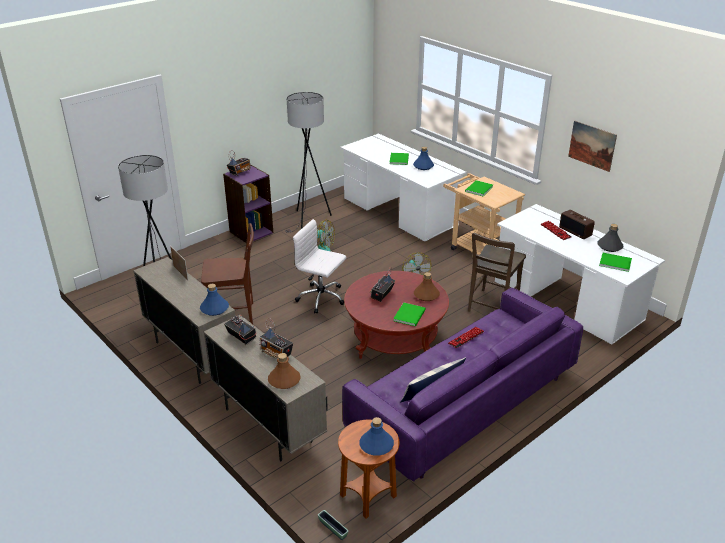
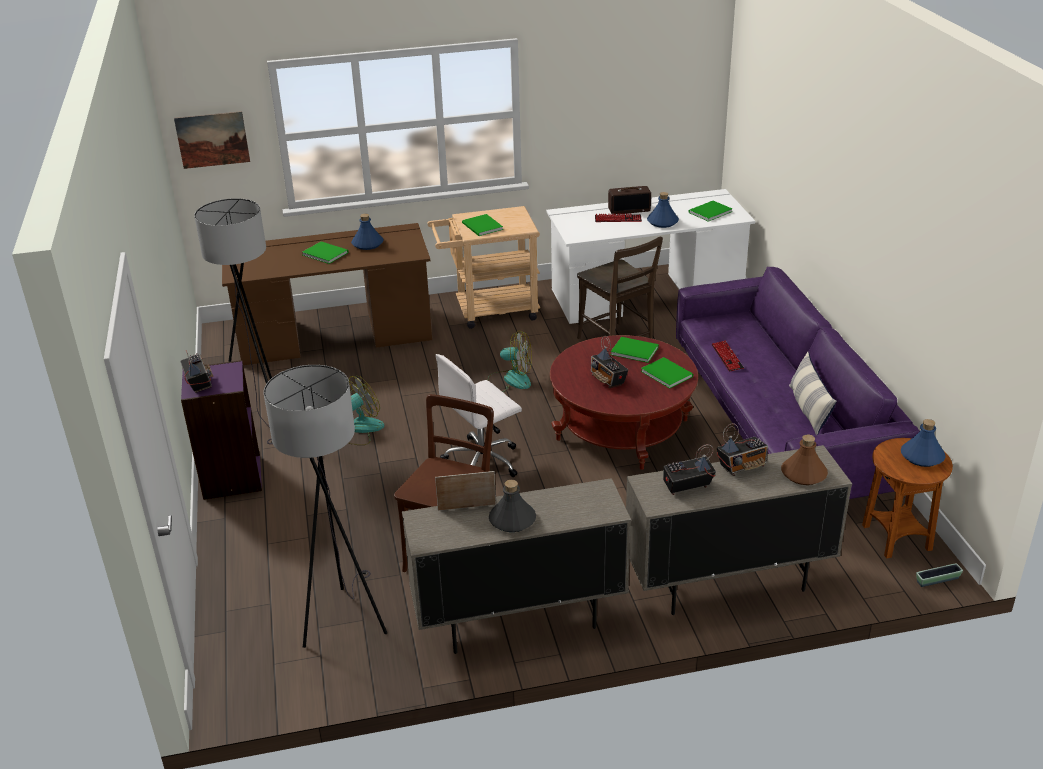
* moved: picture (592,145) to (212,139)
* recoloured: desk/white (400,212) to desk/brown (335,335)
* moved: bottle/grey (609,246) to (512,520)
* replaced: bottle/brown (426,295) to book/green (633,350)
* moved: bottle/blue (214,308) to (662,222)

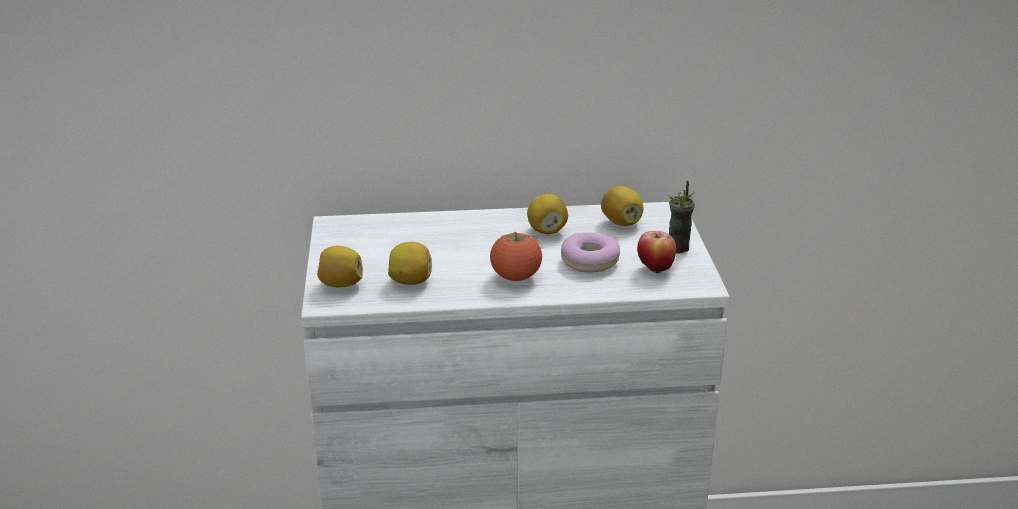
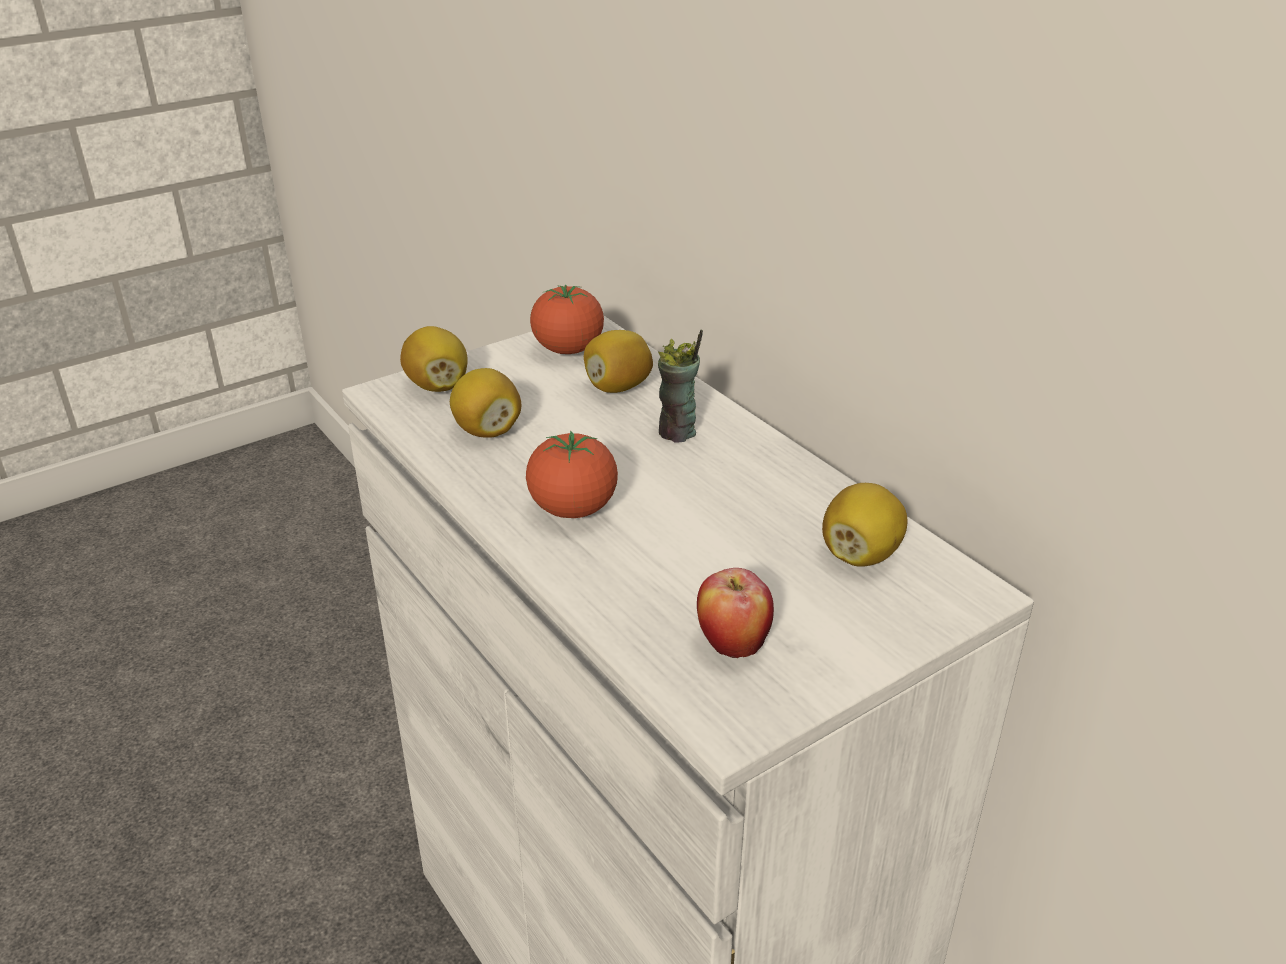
* moved: cup (678,248) to (677,433)
* moved: lemon (546,230) to (617,387)
* removed: donut (590,261)
* added: tomato (568,350)

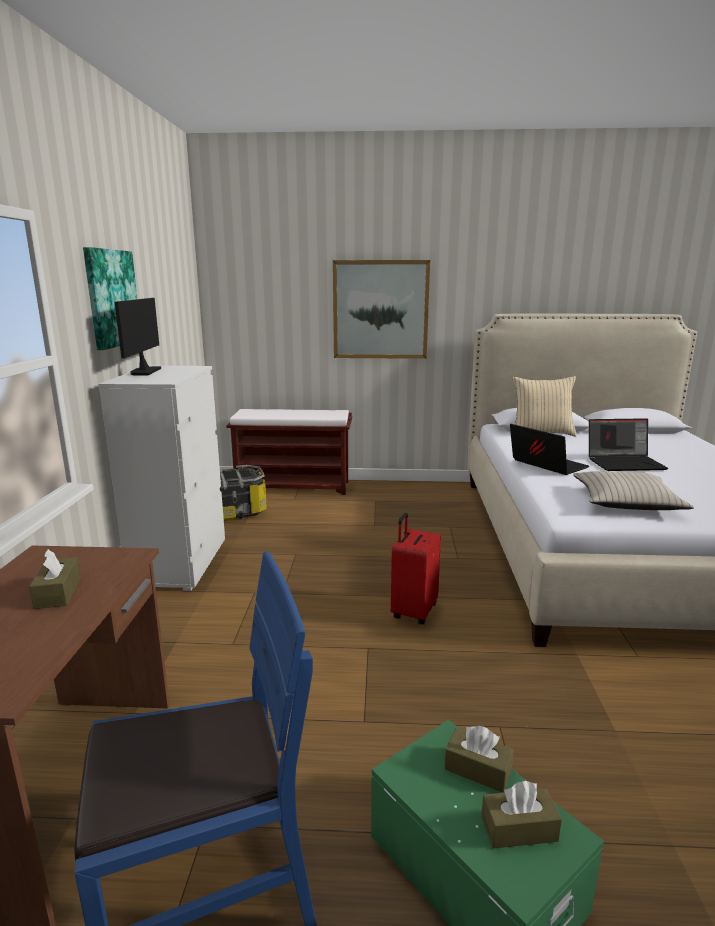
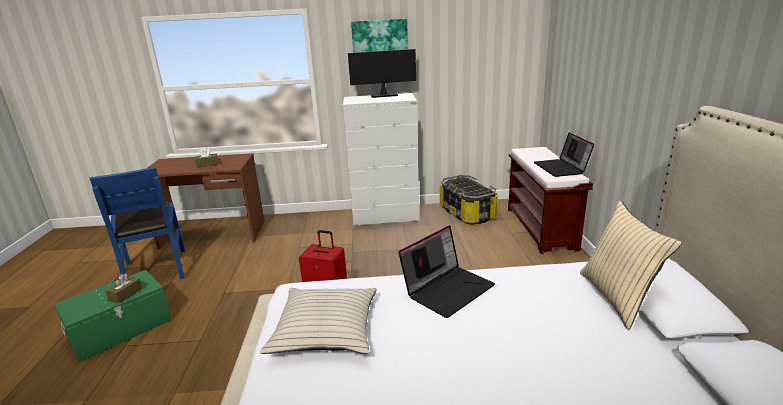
* removed: picture (380,310)
* moved: laptop (625,463) to (561,168)
* removed: tissue box/brown (519,829)

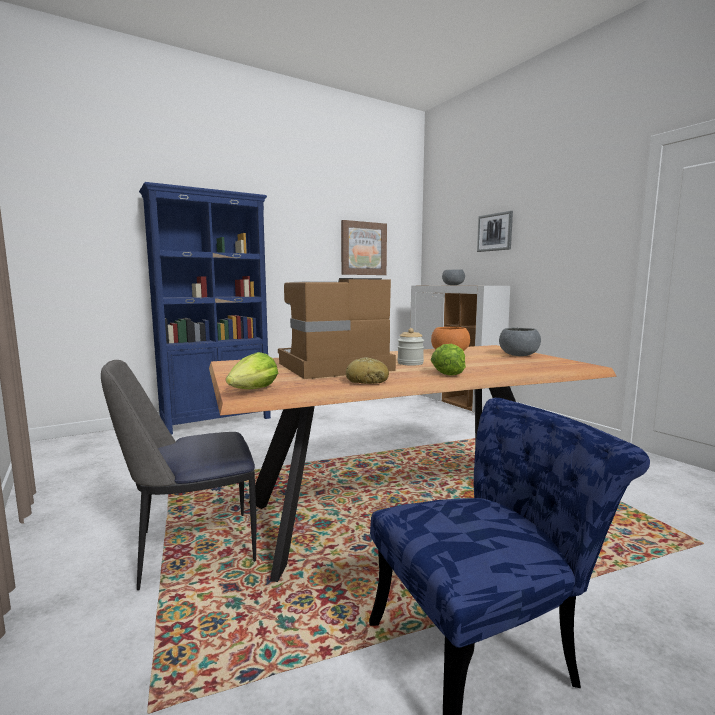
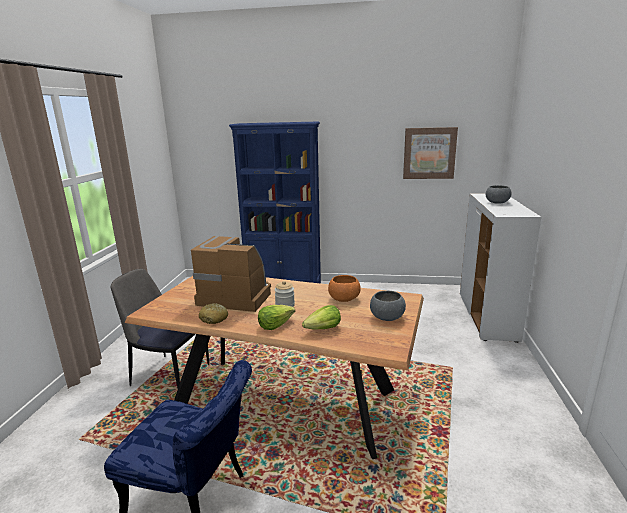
* removed: picture (495,232)
* moved: lettuce (253,391) to (323,329)

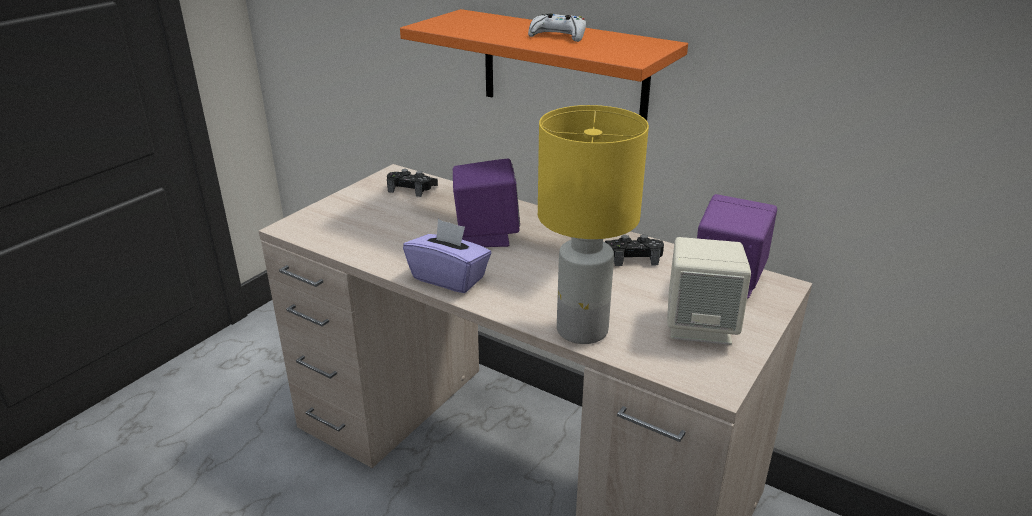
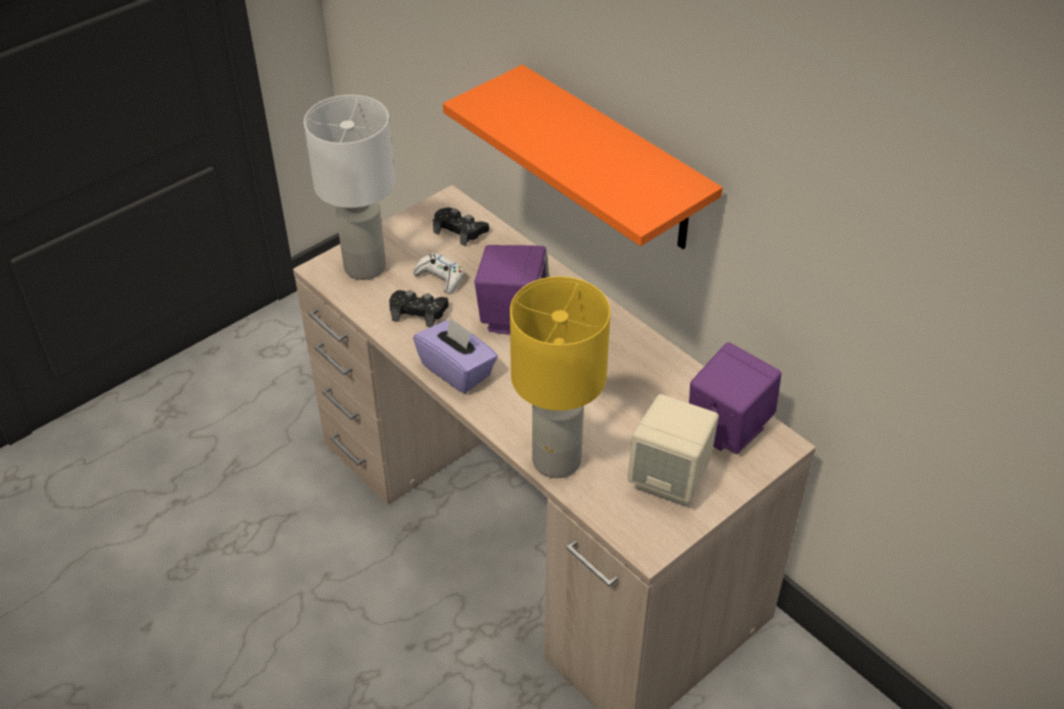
* moved: game controller/white (558,36) to (440,278)
* moved: game controller/black (633,256) to (418,312)
* added: table lamp/white (364,267)

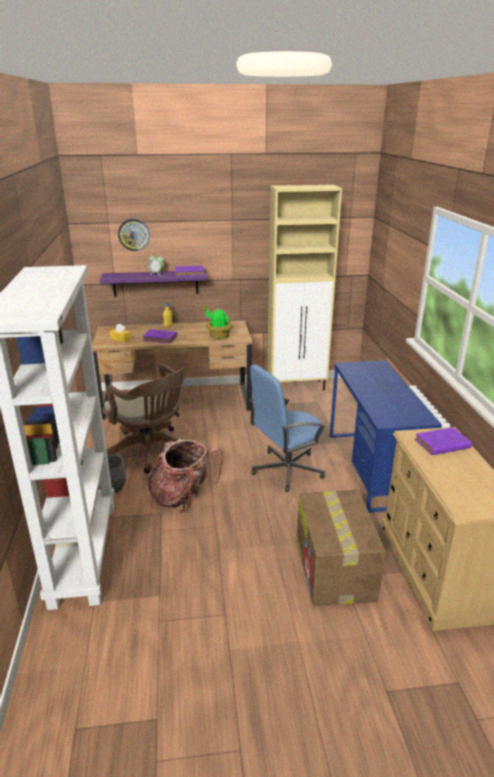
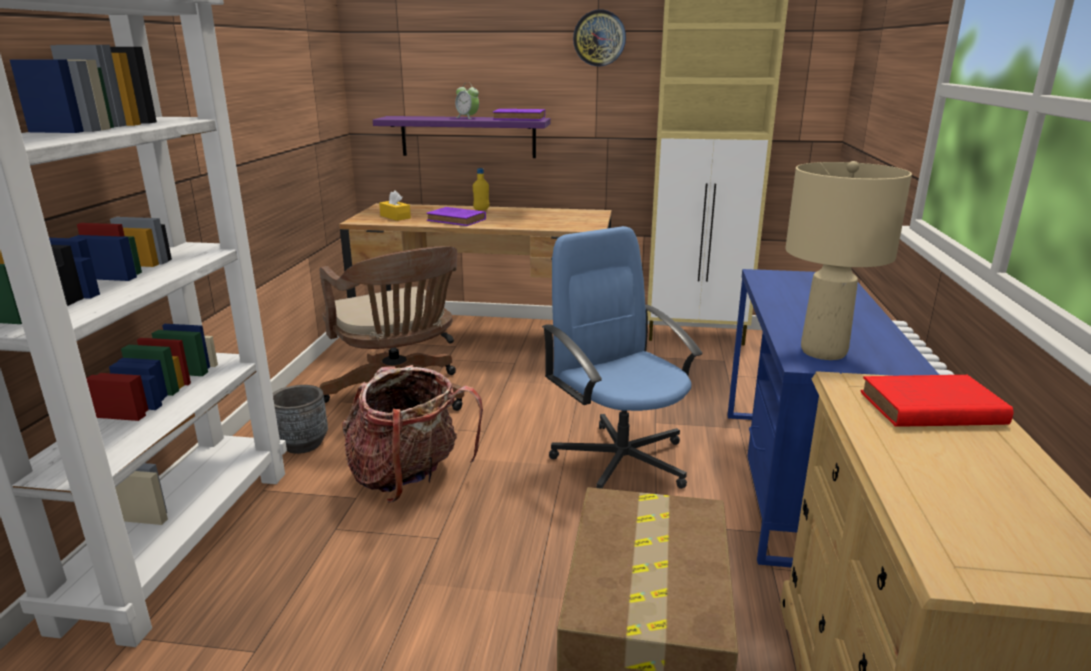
* moved: wall clock (134,234) to (599,38)
* removed: potted plant (218,336)
* turned: office chair/blue (286,470) = (621,460) 75 degrees clockwise
* recoloured: book/purple (441,444) to book/red (927,408)
* added: table lamp/beige (824,352)

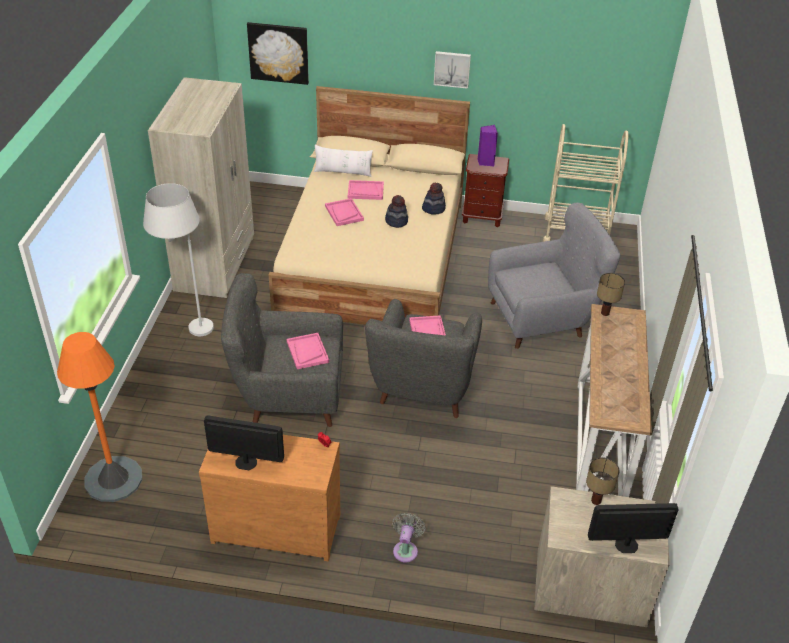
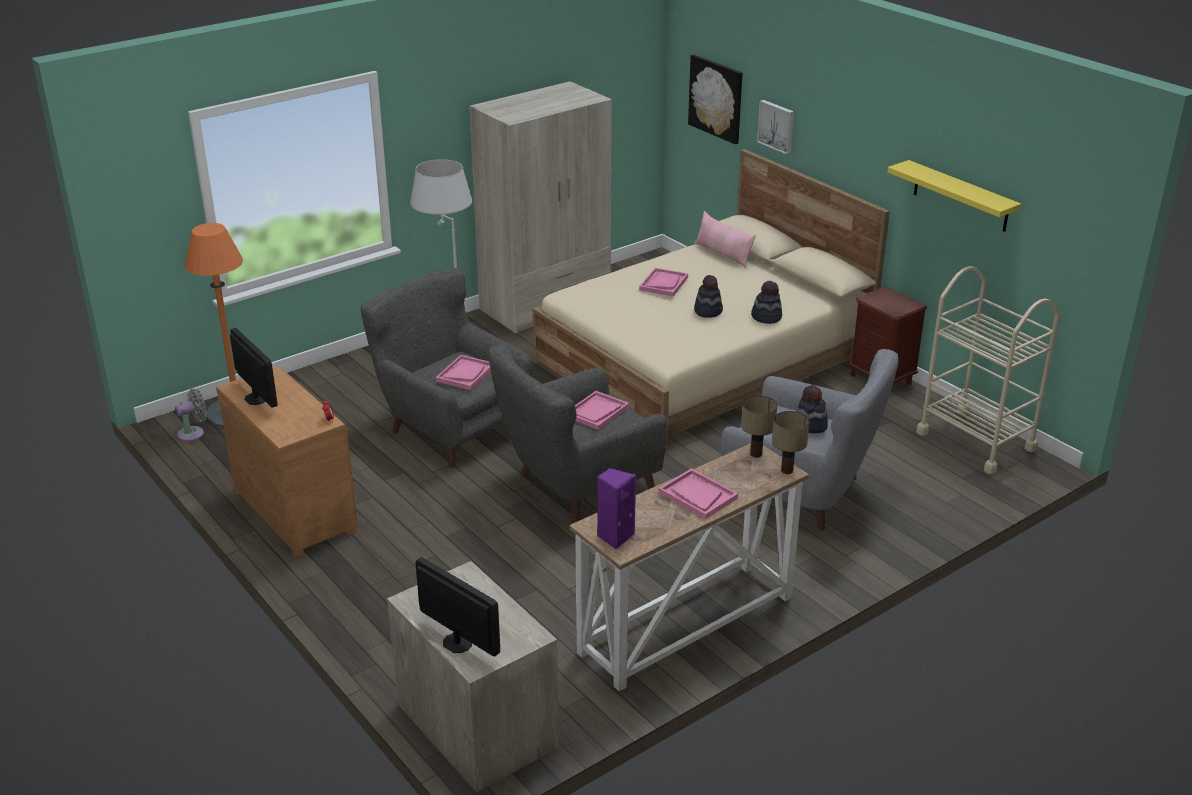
* moved: picture (452,69) to (777,126)
* moved: speaker/purple (485,162) to (615,537)
* recoloured: pillow/white (343,172) to pillow/pink (723,254)
* moved: tray/pink (365,191) to (697,495)
* moved: table lamp (596,500) to (787,470)
* moved: fan/grey (406,549) to (193,433)
* added: shelf/yellow (961,196)
* added: hat (810,425)

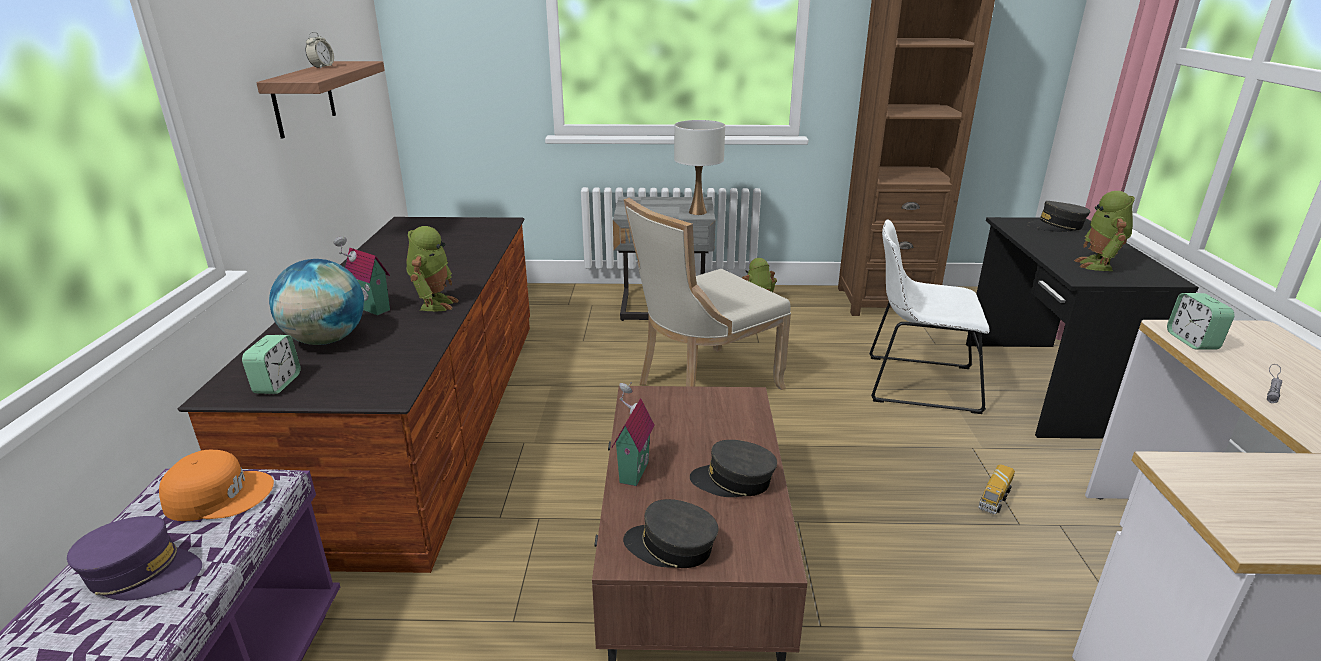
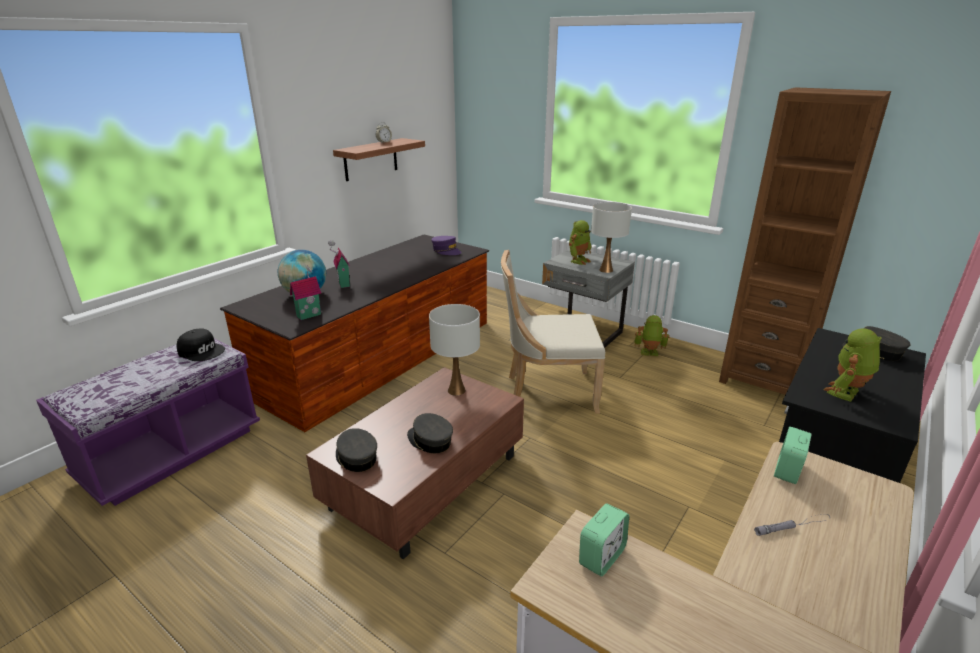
* removed: chair/white (916,383)
* moved: toy robot (434,304) to (578,260)
* moved: alarm clock (277,384) to (602,557)
* moved: toy house (631,471) to (308,315)
* recoloured: cap/orange (219,494) to cap/black (202,351)
* removed: toy truck (994,499)
* moved: cap/purple (142,572) to (446,251)
* added: table lamp/white (456,390)

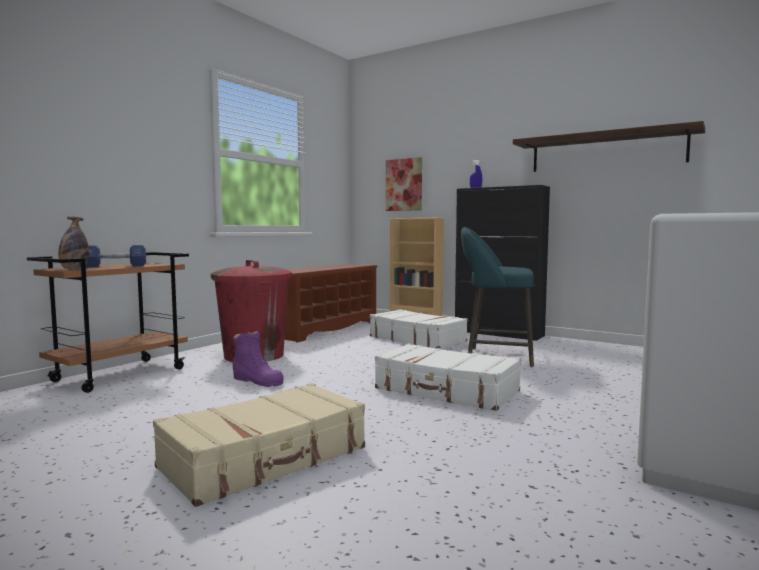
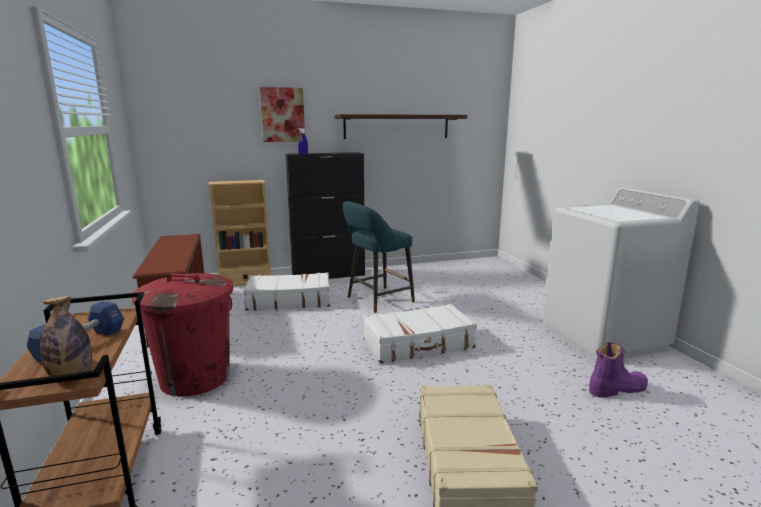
* moved: picture (404,185) to (282,115)
* moved: boot/purple (257,381) to (617,389)

